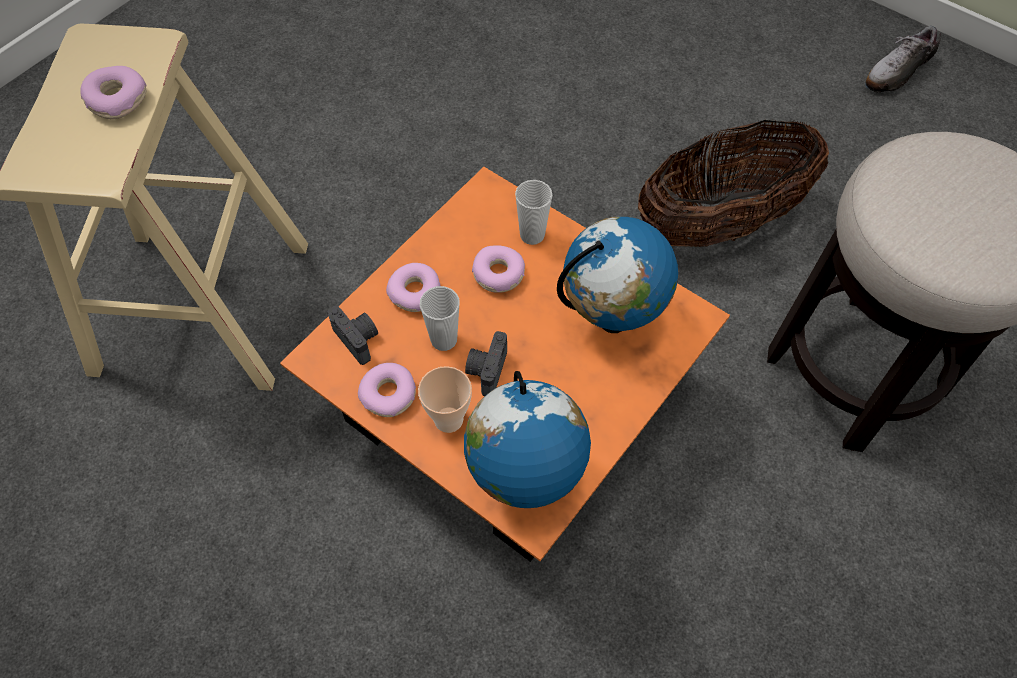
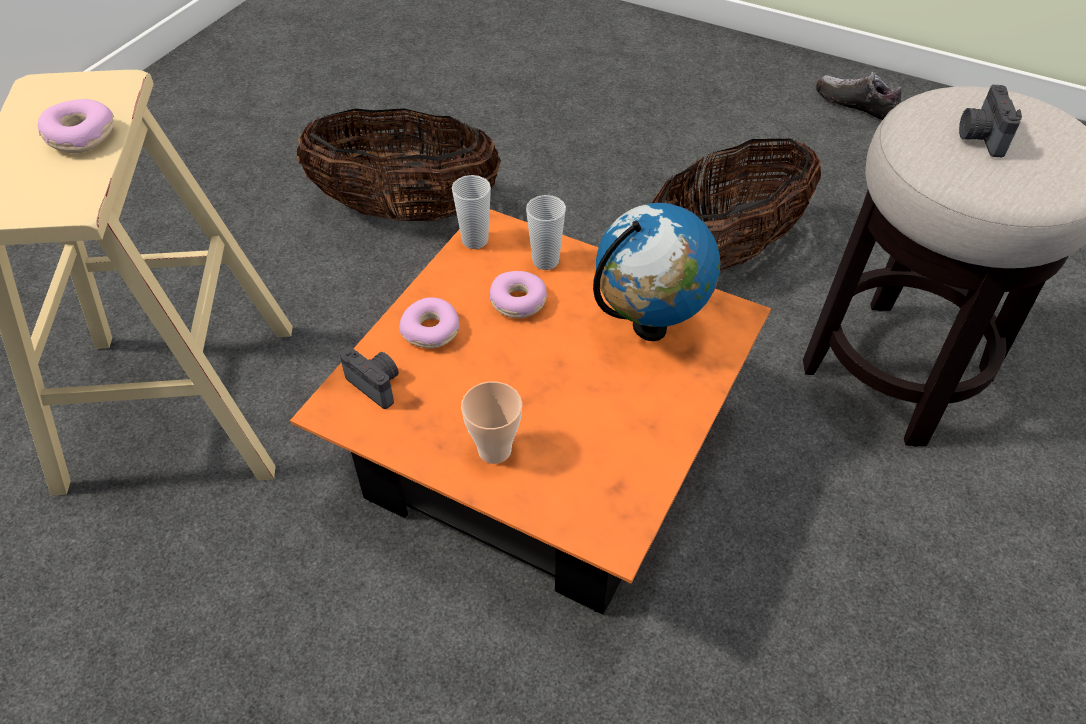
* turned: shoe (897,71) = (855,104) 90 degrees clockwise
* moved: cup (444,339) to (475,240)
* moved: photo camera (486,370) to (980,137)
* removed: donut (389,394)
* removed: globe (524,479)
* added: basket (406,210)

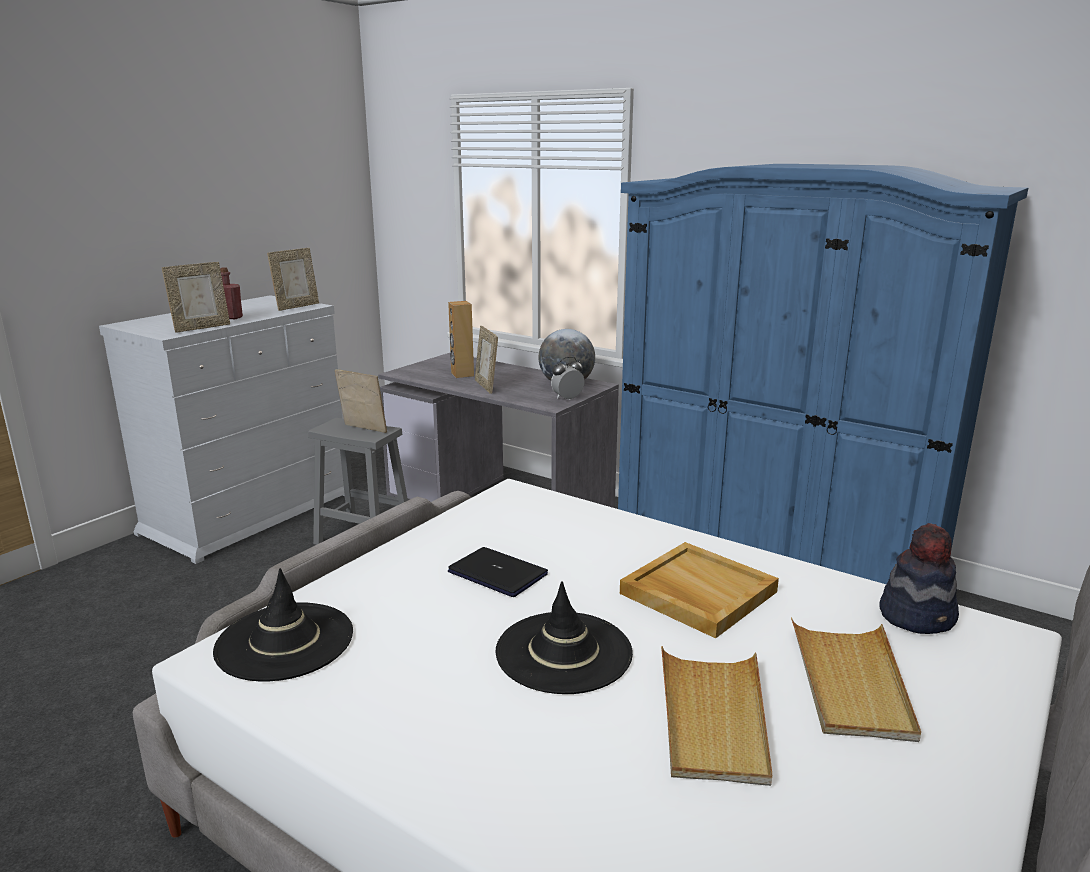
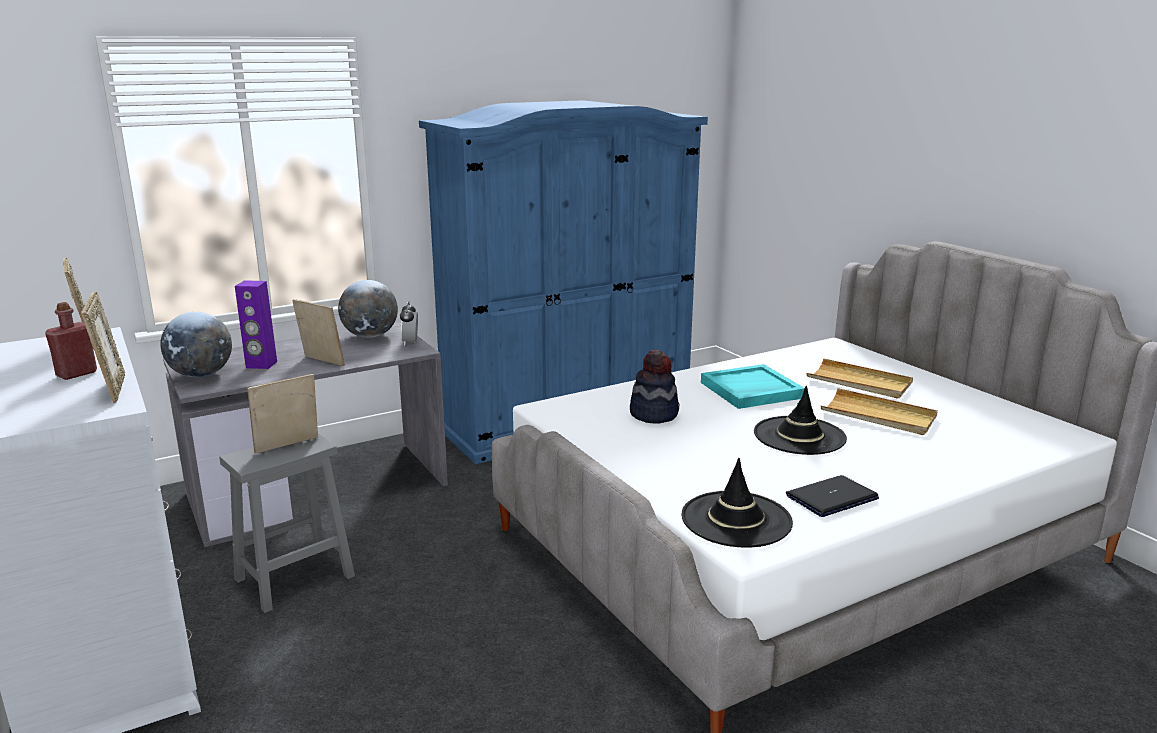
* recoloured: speaker/brown (462,374) to speaker/purple (261,365)
* turned: picture frame (486,386) = (321,362) 150 degrees counterclockwise
* moved: hat (918,616) to (654,414)
* recoloured: tray/beige (696,592) to tray/turquoise (751,390)
* moved: laptop (498,573) to (831,497)
* added: globe (201,375)

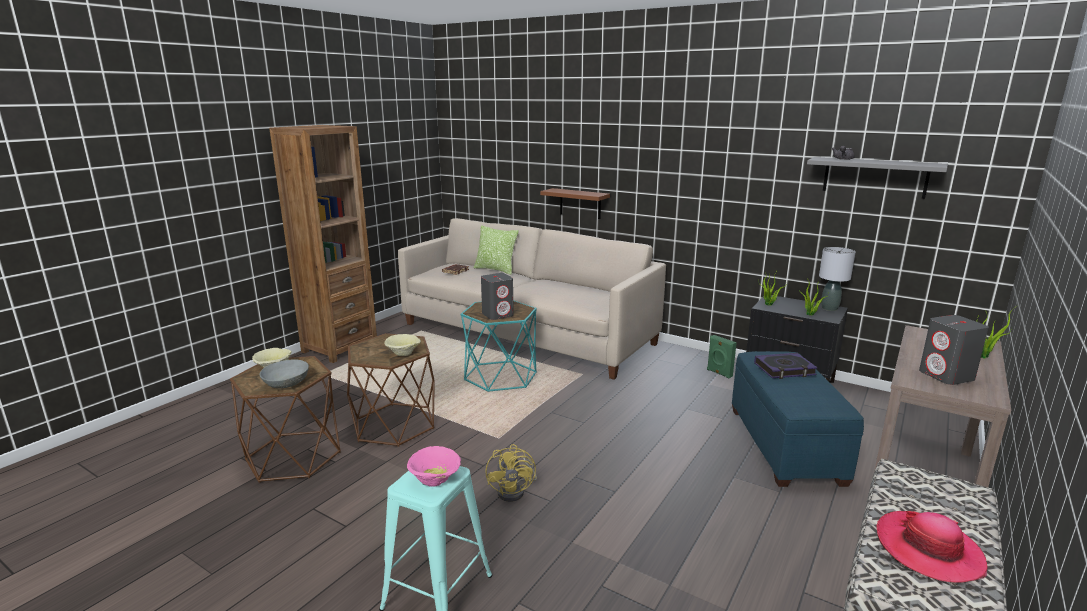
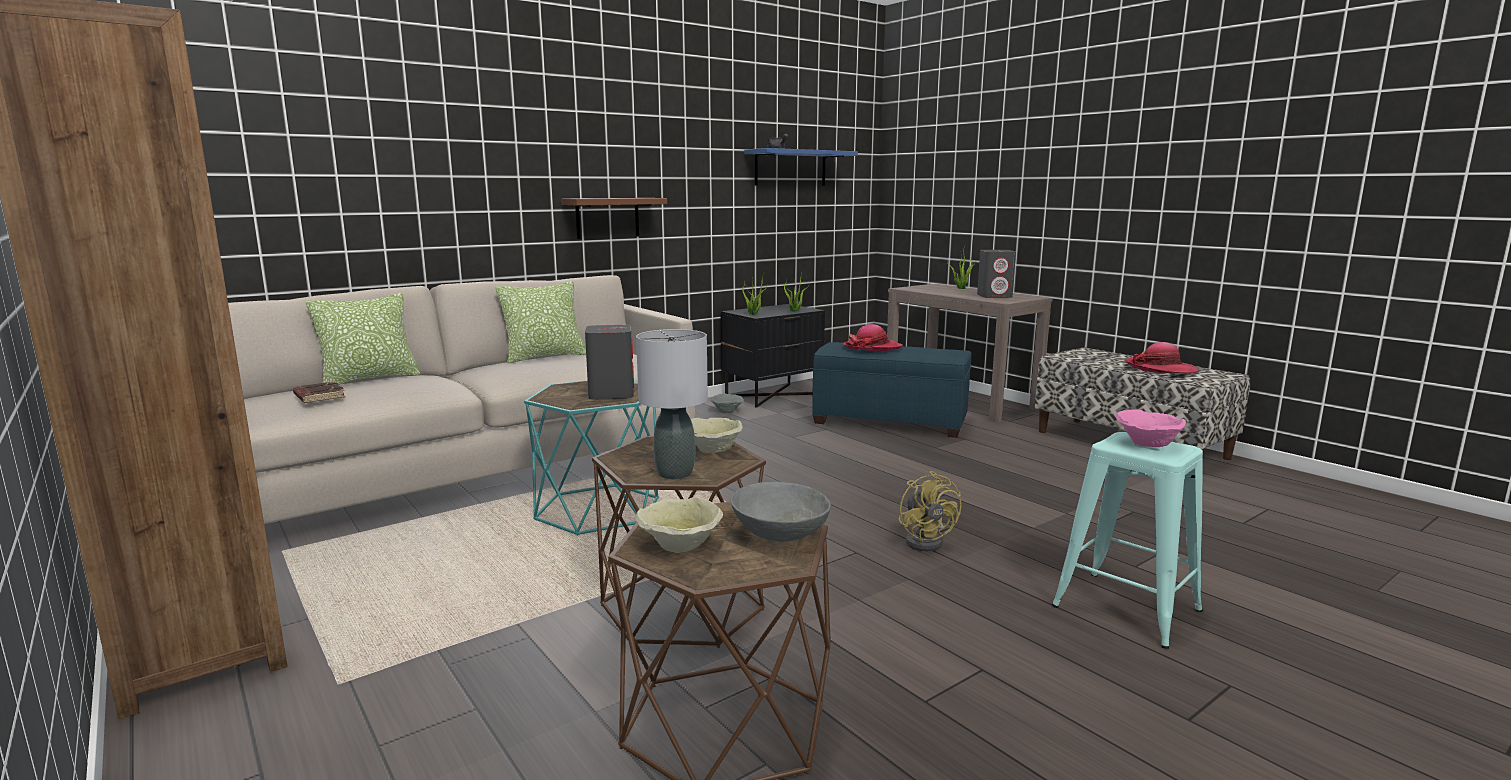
* recoloured: shelf/grey (874,177) to shelf/blue (790,168)
* moved: shelf/brown (580,203) to (607,217)
* moved: table lamp/grey (829,308) to (675,473)
* replaced: speaker/green (719,373) to bowl/grey (727,411)
* replaced: book (784,369) to hat (872,348)
* turned: fan/yellow (515,491) = (927,541) 60 degrees clockwise
* added: pillow (544,357)

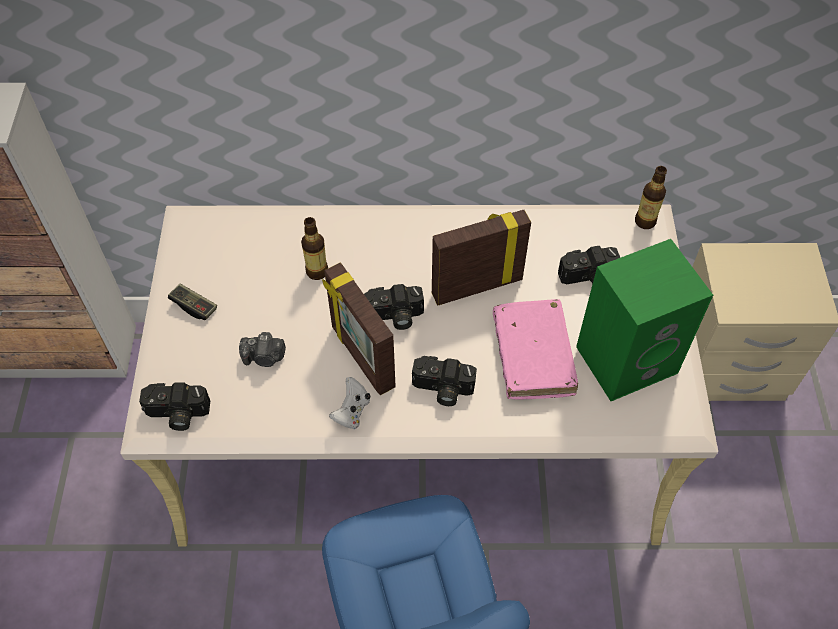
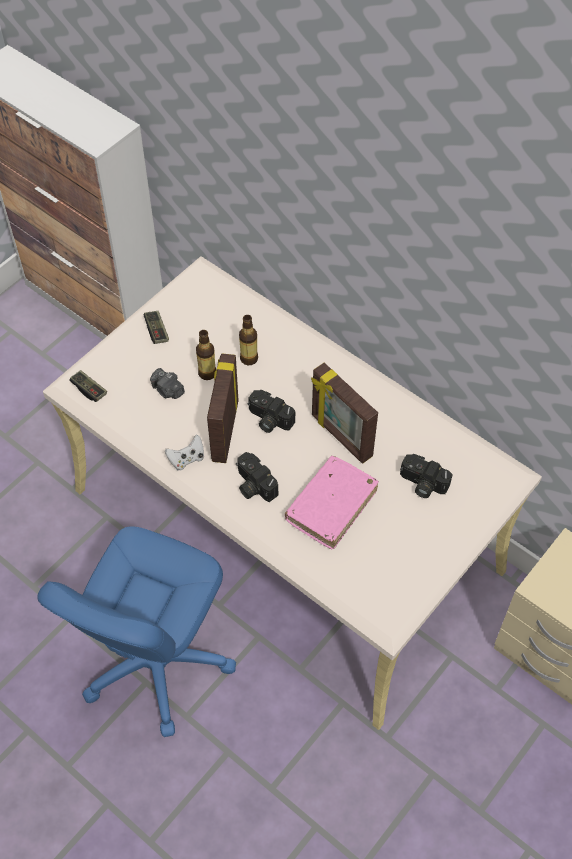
* moved: bottle (645,221) to (207,373)
* turned: picture frame (476,286) = (340,436) 150 degrees counterclockwise
* removed: speaker/green (627,357)
* replaced: photo camera (177,414) to game controller (89,390)

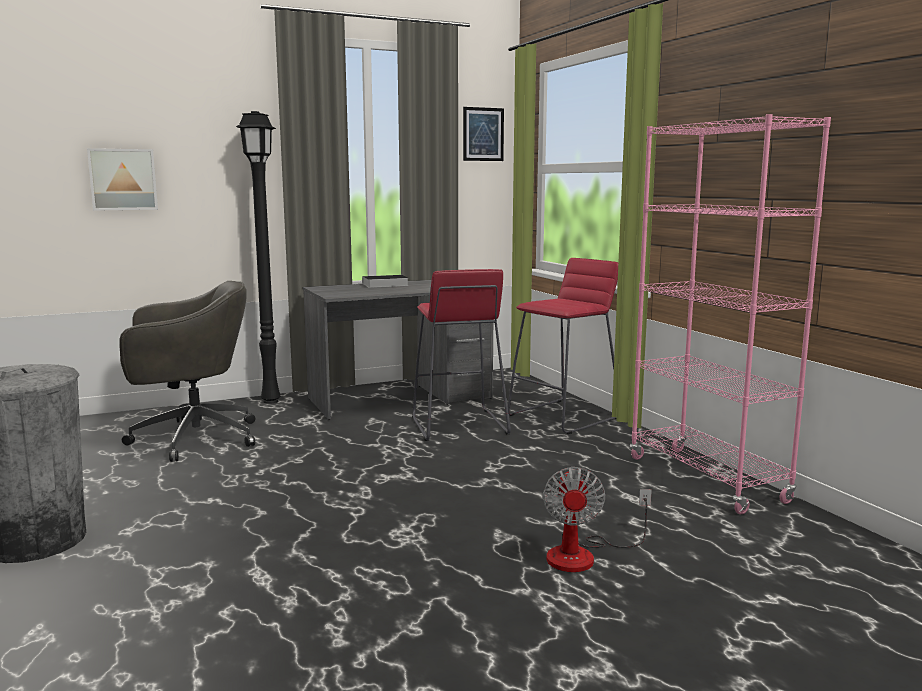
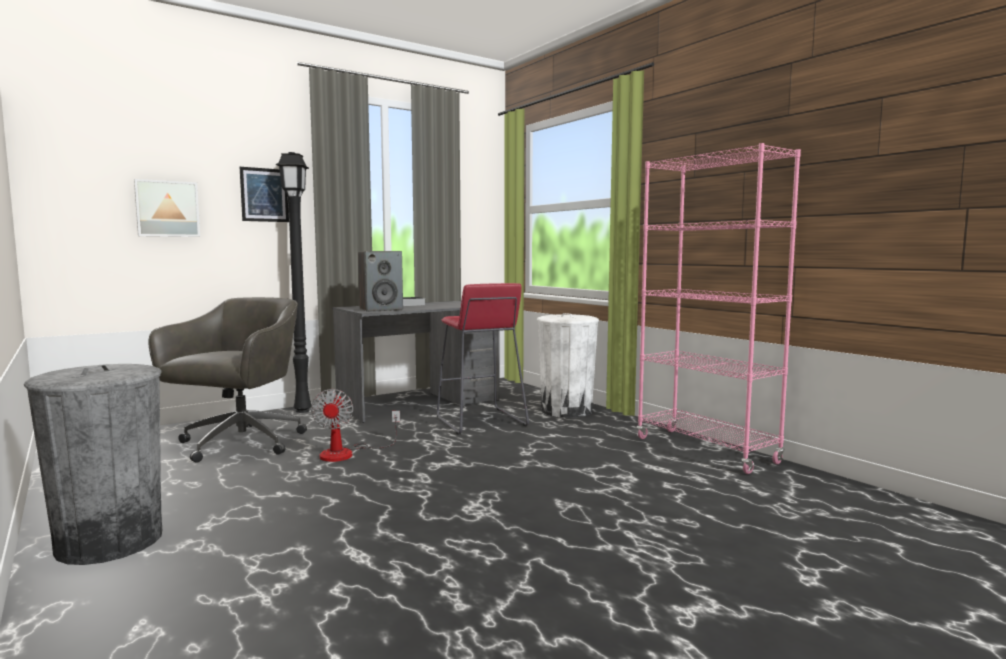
* moved: picture (483,134) to (264,195)
* replaced: stool/red (565,416) to trash can/white (566,411)
* turned: office chair/grey (191,438) = (239,444) 45 degrees counterclockwise
* moved: fan (584,555) to (347,453)
* added: speaker (381,309)

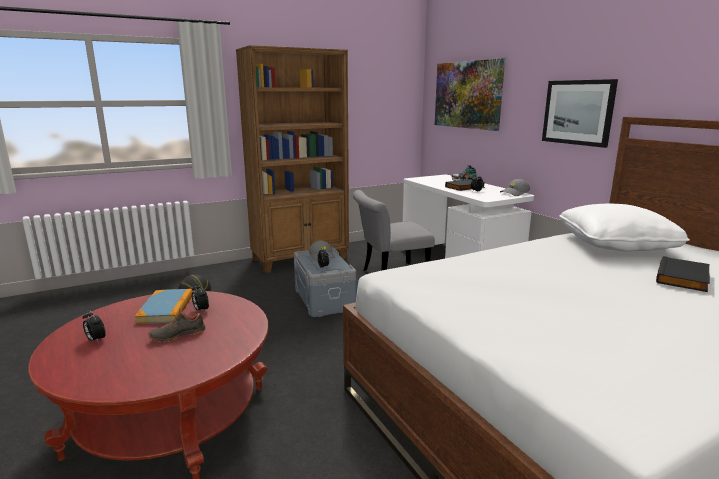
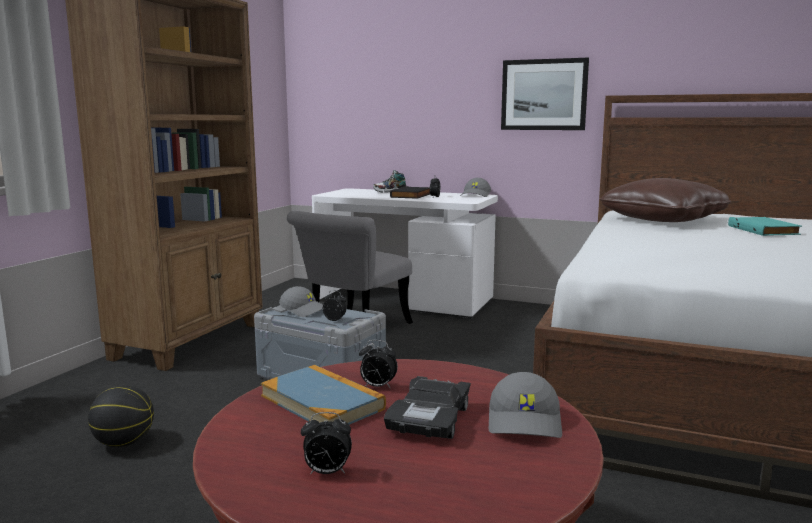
* removed: picture (467,95)
* recoloured: pillow/white (615,245) to pillow/brown (663,220)
* recoloured: book/black (684,278) to book/turquoise (764,230)
* replaced: shoe/black (178,335) to toy car/black (430,419)
* added: cap/grey (526,422)

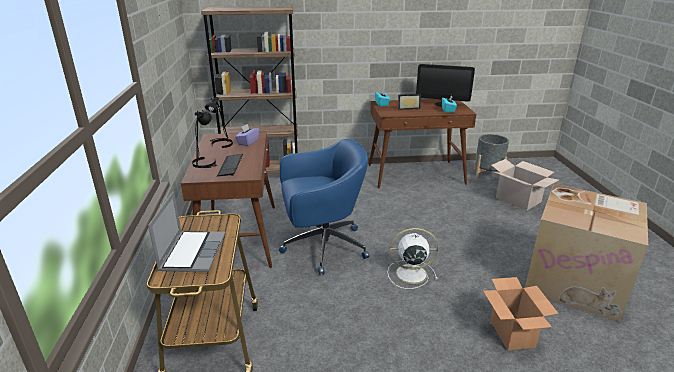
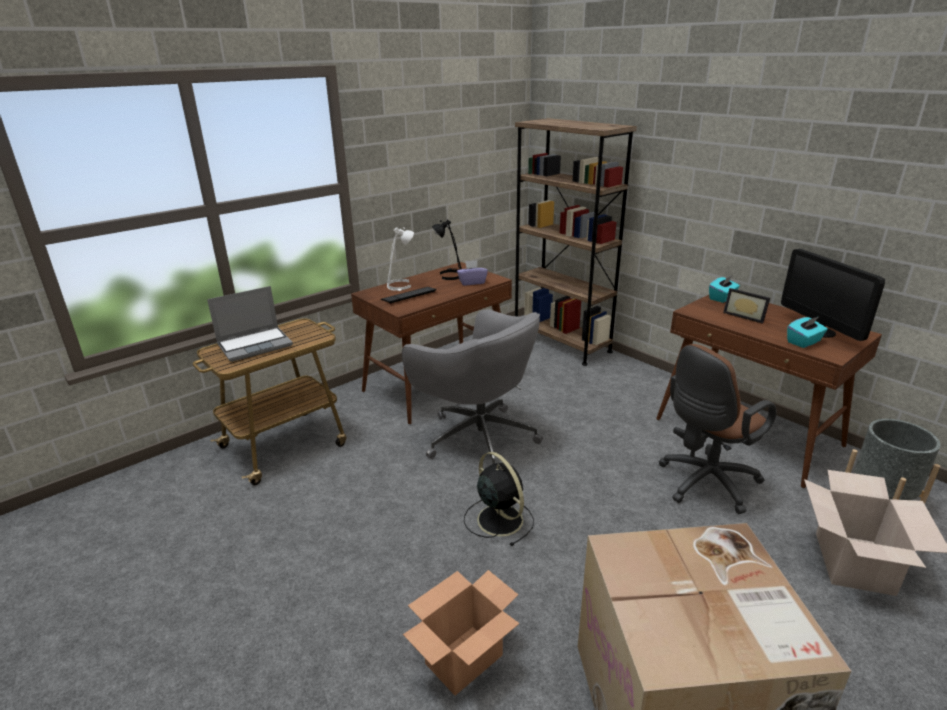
* recoloured: table lamp/black (205,163) to table lamp/white (400,286)
* recoloured: office chair/blue (322,247) to office chair/grey (478,437)
* recoloured: fan/white (409,274) to fan/black (498,519)
* added: office chair/brown (704,484)

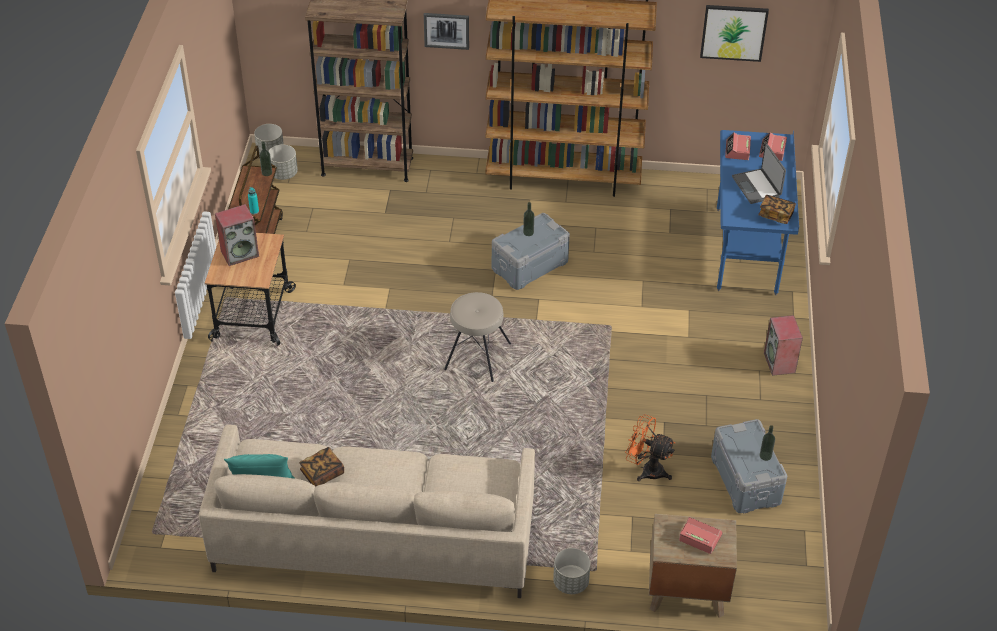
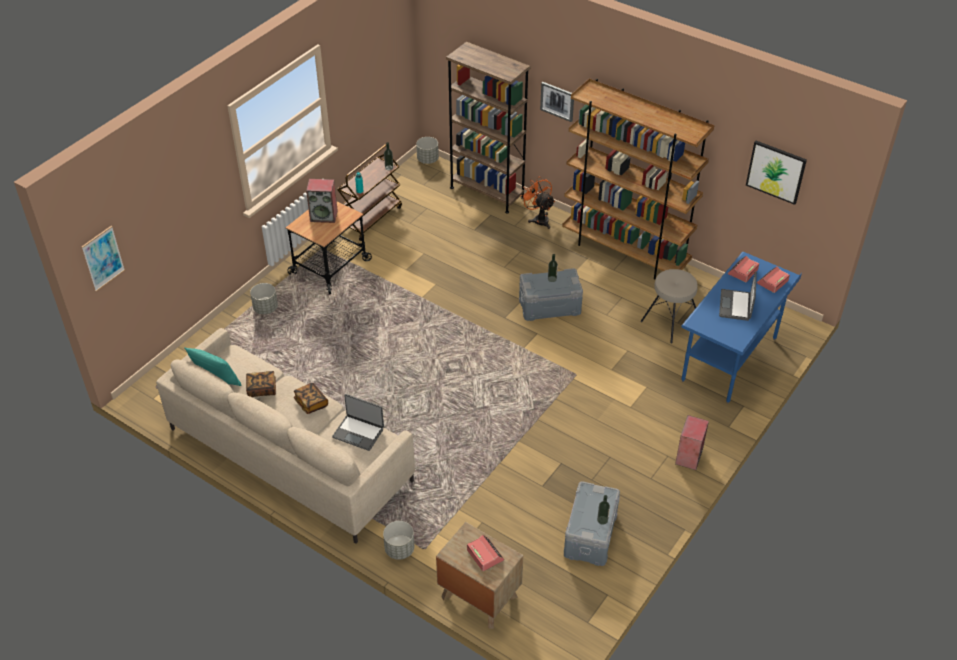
* moved: planter/grey (283,174) to (265,308)
* moved: book (776,215) to (311,403)
* moved: stool/beige (477,356) to (670,321)
* moved: fan/orange (647,469) to (538,219)
* added: picture (103,258)
* added: laptop (358,432)

